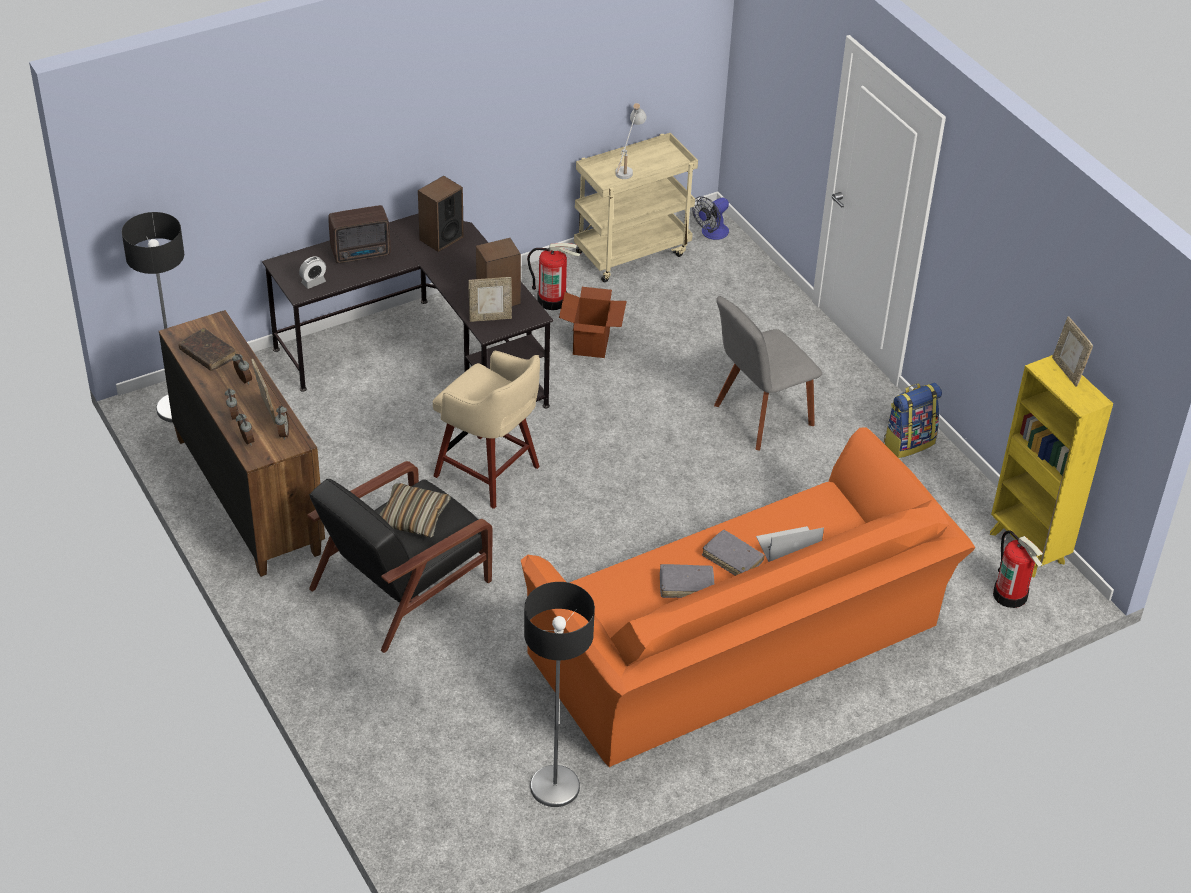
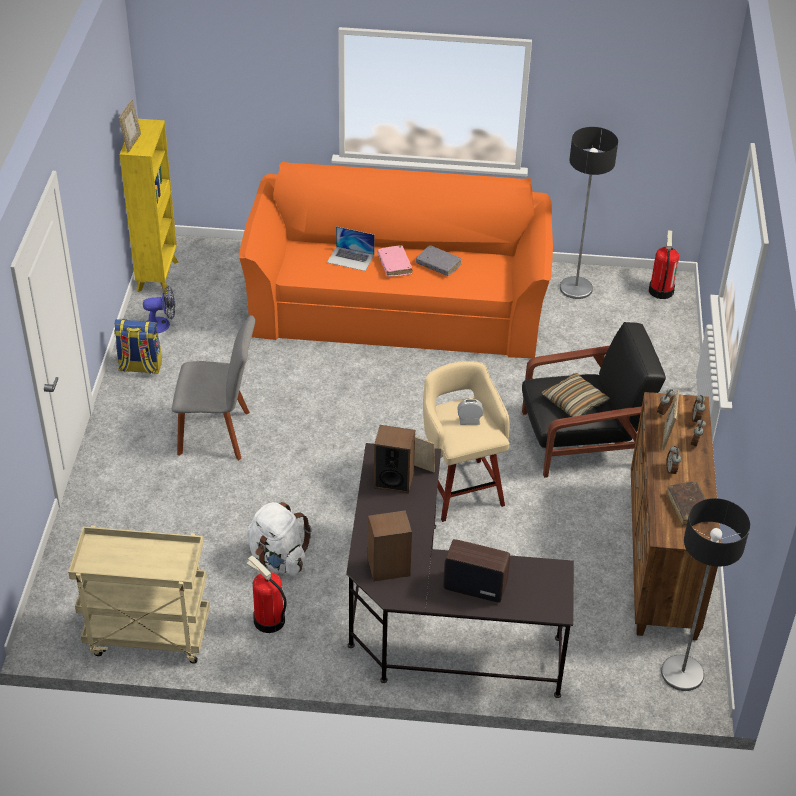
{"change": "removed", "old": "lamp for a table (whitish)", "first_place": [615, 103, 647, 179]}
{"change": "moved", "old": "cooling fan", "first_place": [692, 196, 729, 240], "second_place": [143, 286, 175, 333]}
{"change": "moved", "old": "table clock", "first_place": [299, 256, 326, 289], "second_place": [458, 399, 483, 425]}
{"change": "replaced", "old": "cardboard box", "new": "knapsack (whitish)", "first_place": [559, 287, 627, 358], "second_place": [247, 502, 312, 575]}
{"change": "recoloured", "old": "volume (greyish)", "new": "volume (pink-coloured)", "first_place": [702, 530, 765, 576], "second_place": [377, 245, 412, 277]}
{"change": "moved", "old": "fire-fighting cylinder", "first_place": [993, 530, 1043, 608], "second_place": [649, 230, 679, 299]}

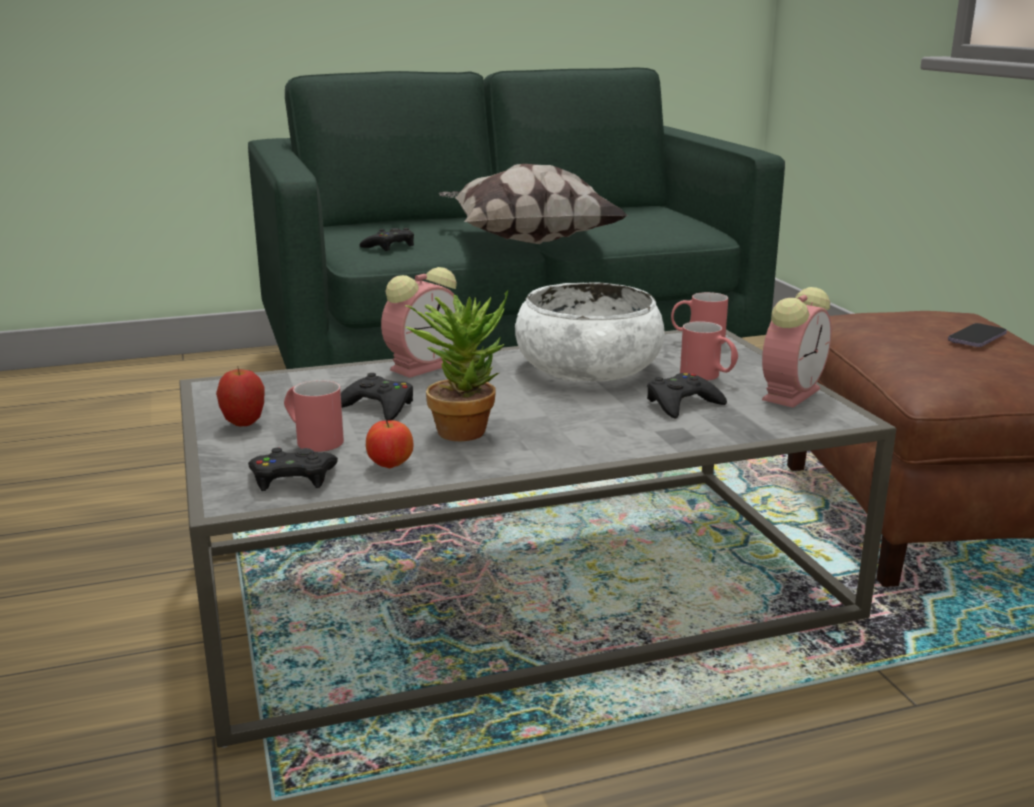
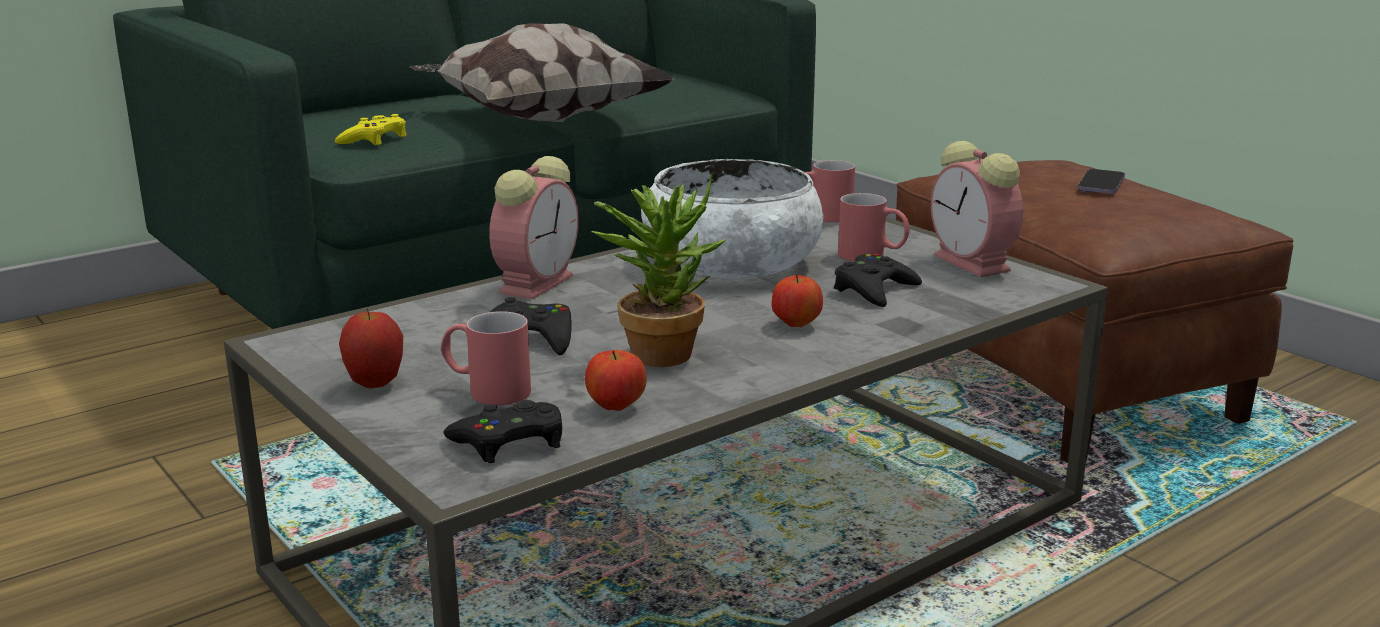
{"change": "recoloured", "old": "joypad (blackish)", "new": "joypad (yellow-coloured)", "first_place": [360, 228, 414, 251], "second_place": [335, 114, 407, 146]}
{"change": "turned", "old": "table clock", "first_place": [762, 287, 831, 408], "second_place": [931, 141, 1023, 277], "degrees": 135}
{"change": "added", "new": "apple fruit", "second_place": [772, 274, 823, 327]}

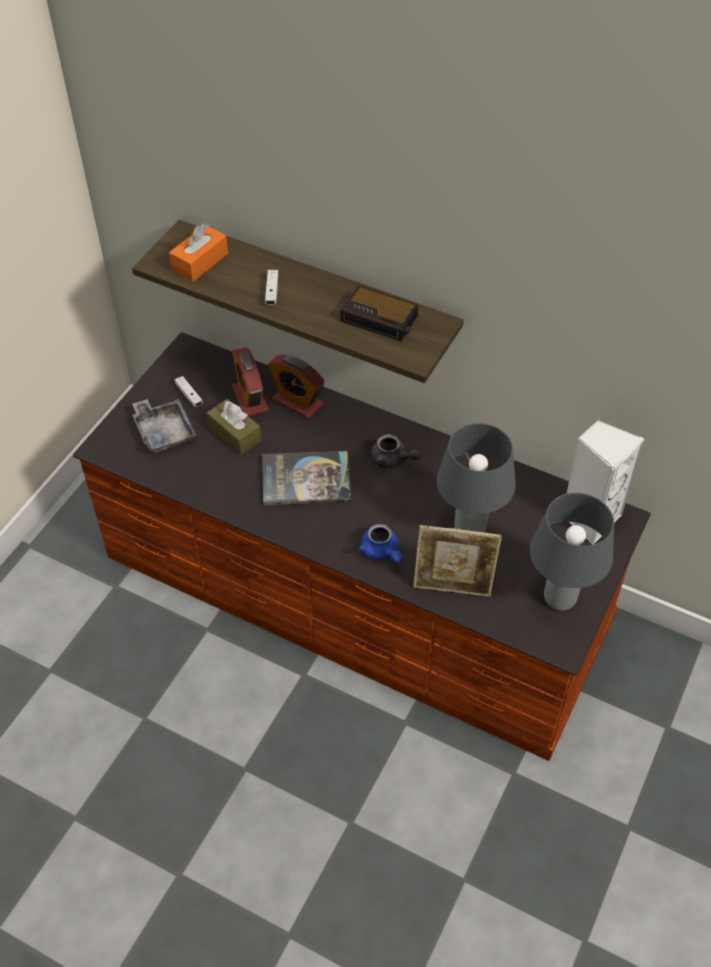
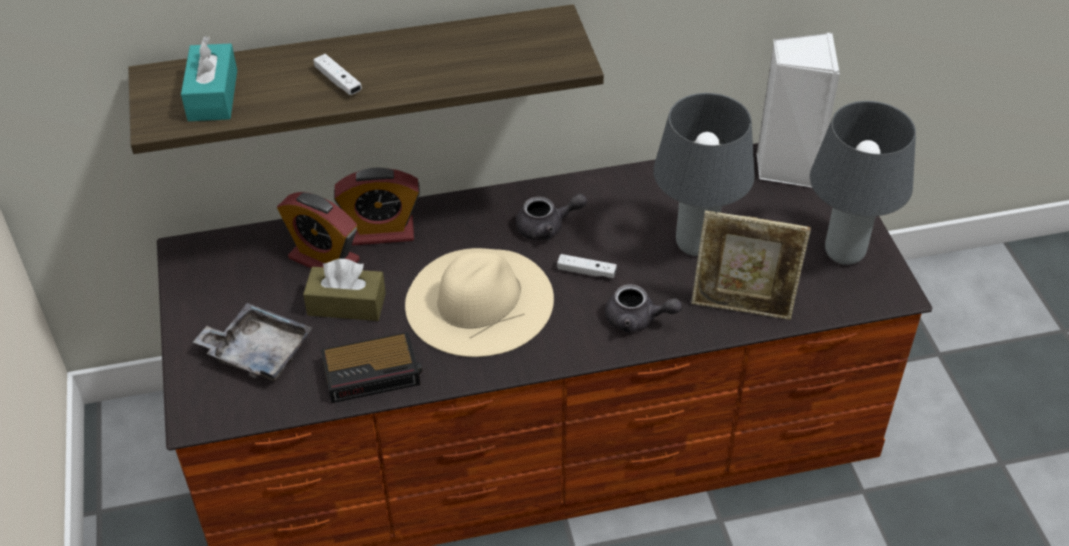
{"change": "recoloured", "old": "tissue box (orange)", "new": "tissue box (turquoise)", "first_place": [169, 223, 228, 282], "second_place": [181, 36, 237, 121]}
{"change": "moved", "old": "table clock", "first_place": [341, 286, 418, 341], "second_place": [321, 332, 423, 403]}
{"change": "moved", "old": "joypad (whitish)", "first_place": [175, 376, 203, 407], "second_place": [557, 254, 617, 278]}
{"change": "replaced", "old": "volume", "new": "hat (beige-coloured)", "first_place": [262, 451, 351, 505], "second_place": [405, 248, 554, 357]}
{"change": "recoloured", "old": "tea pot (bluish)", "new": "tea pot (greyish)", "first_place": [358, 524, 403, 563], "second_place": [605, 284, 682, 332]}
{"change": "turned", "old": "photo frame", "first_place": [413, 525, 502, 597], "second_place": [691, 210, 811, 320], "degrees": 45}

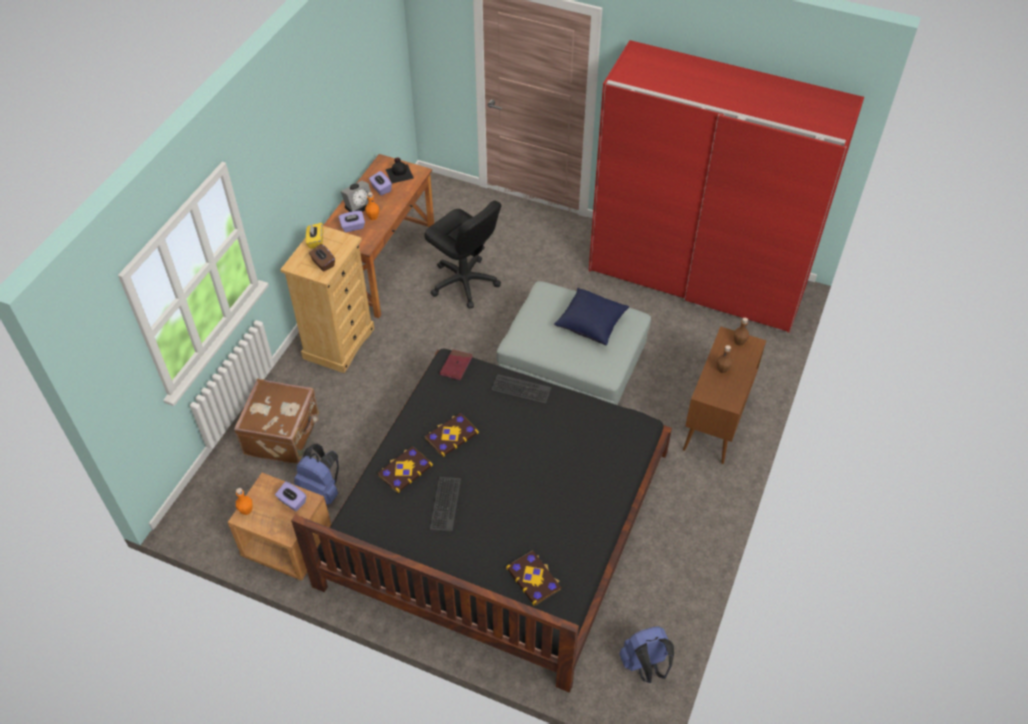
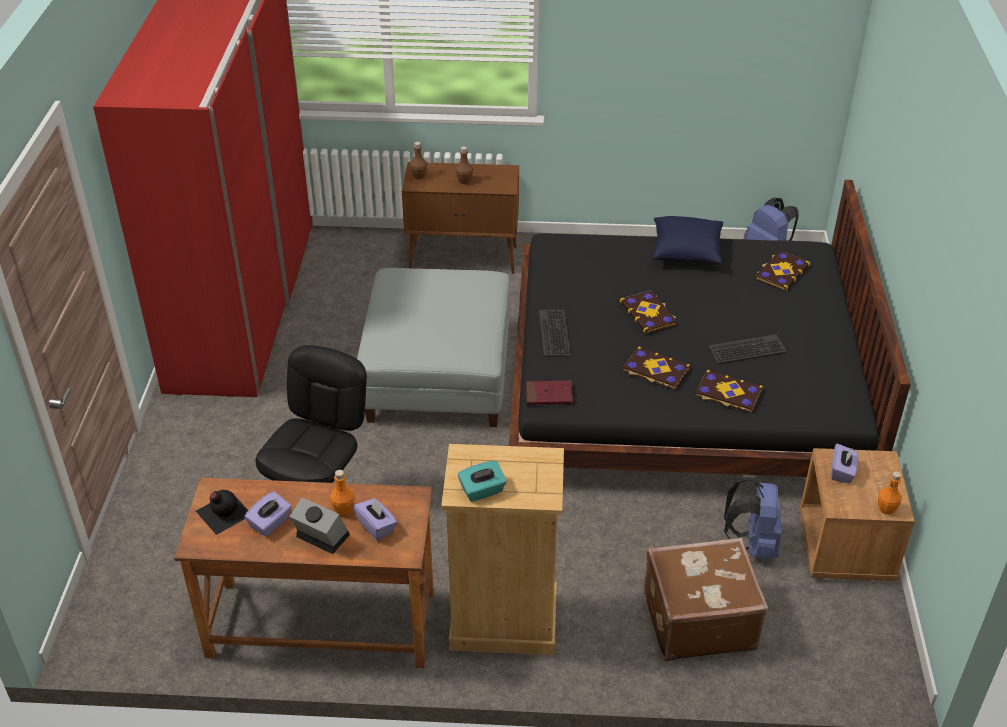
{"change": "recoloured", "old": "tissue box (yellow-coloured)", "new": "tissue box (turquoise)", "first_place": [306, 223, 323, 249], "second_place": [458, 461, 507, 502]}
{"change": "removed", "old": "tissue box (brown-coloured)", "first_place": [309, 244, 335, 272]}
{"change": "moved", "old": "throw pillow (bluish)", "first_place": [554, 288, 629, 345], "second_place": [651, 216, 723, 264]}
{"change": "added", "new": "volume", "second_place": [620, 291, 677, 334]}

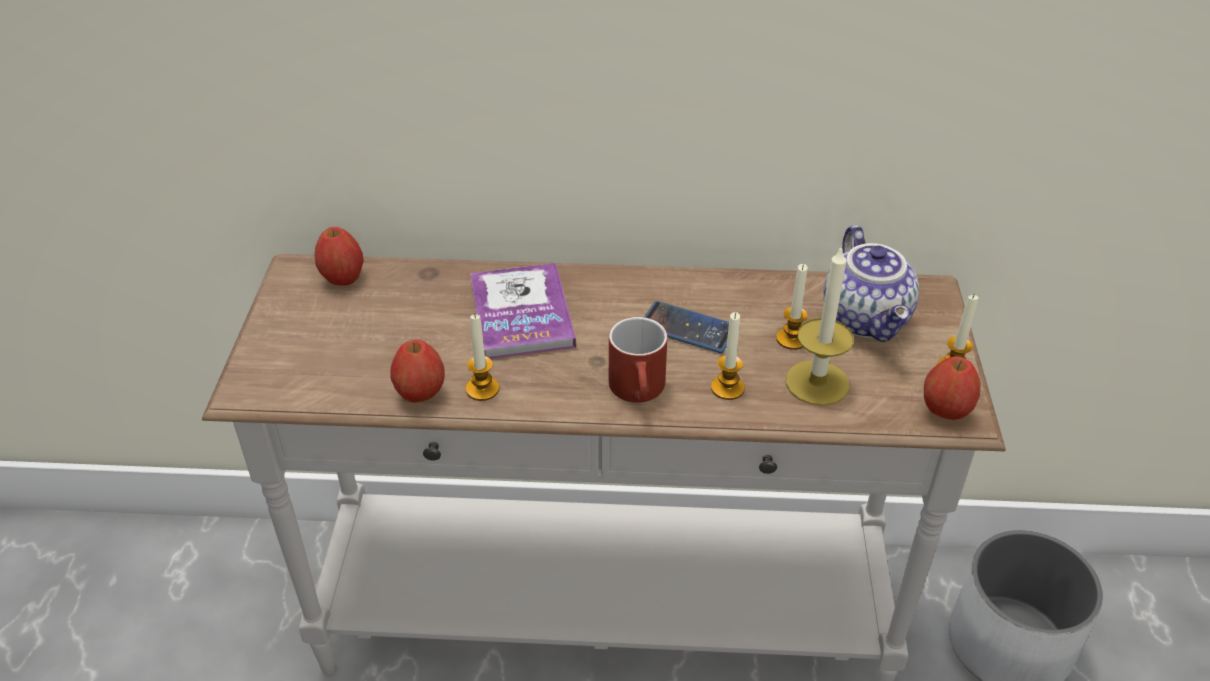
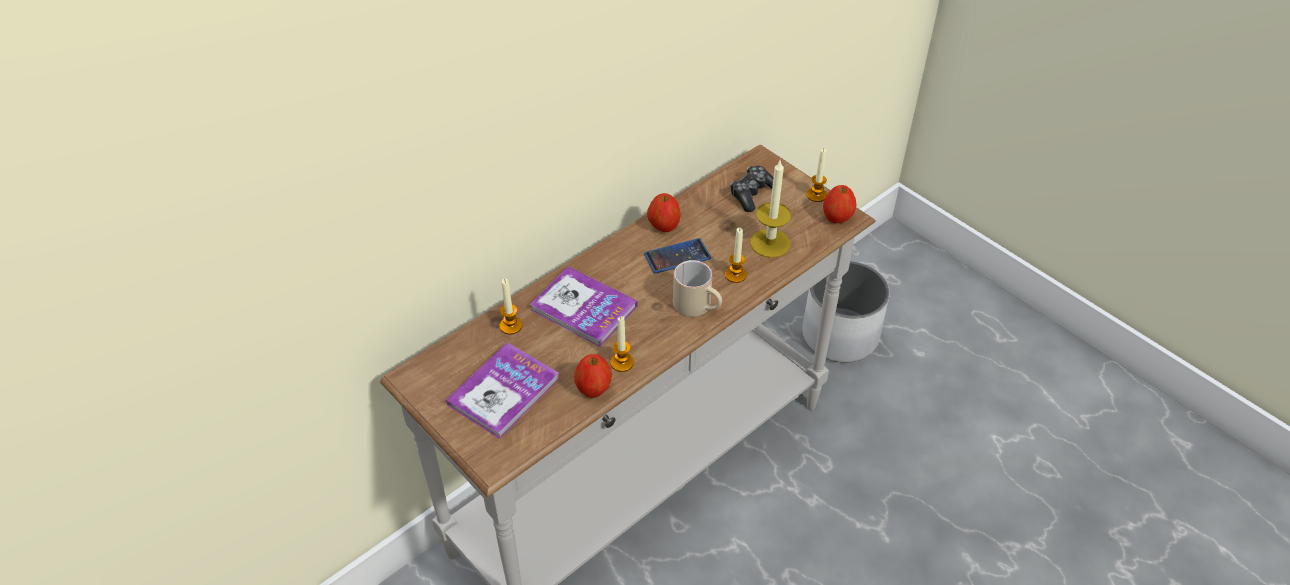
{"change": "replaced", "old": "tea pot", "new": "joypad", "first_place": [824, 225, 919, 342], "second_place": [730, 166, 774, 212]}
{"change": "moved", "old": "apple fruit", "first_place": [314, 227, 363, 286], "second_place": [647, 193, 681, 232]}
{"change": "moved", "old": "wax candle", "first_place": [776, 264, 808, 350], "second_place": [499, 279, 522, 335]}
{"change": "recoloured", "old": "mug (red)", "new": "mug (beige-coloured)", "first_place": [609, 317, 668, 403], "second_place": [673, 260, 722, 317]}
{"change": "added", "new": "volume", "second_place": [446, 342, 559, 439]}

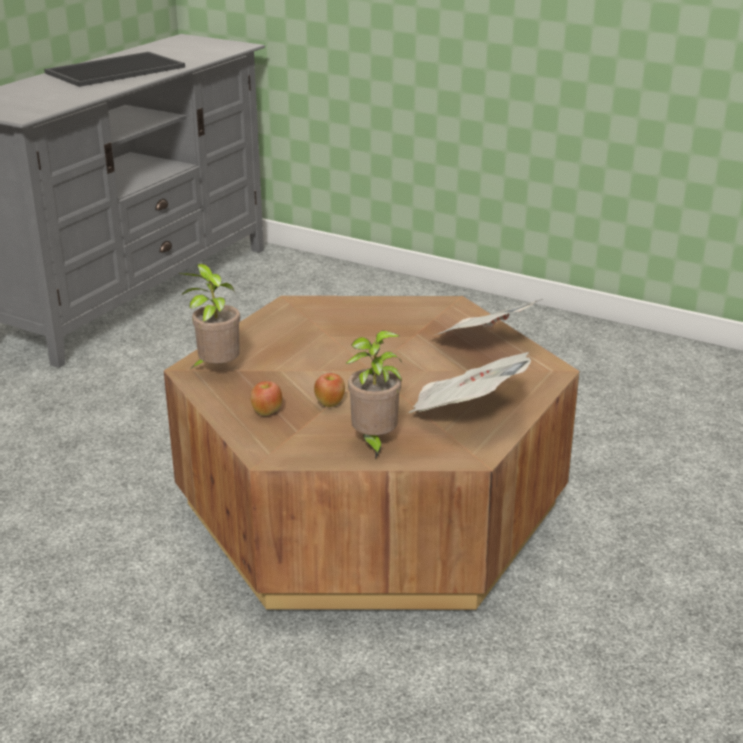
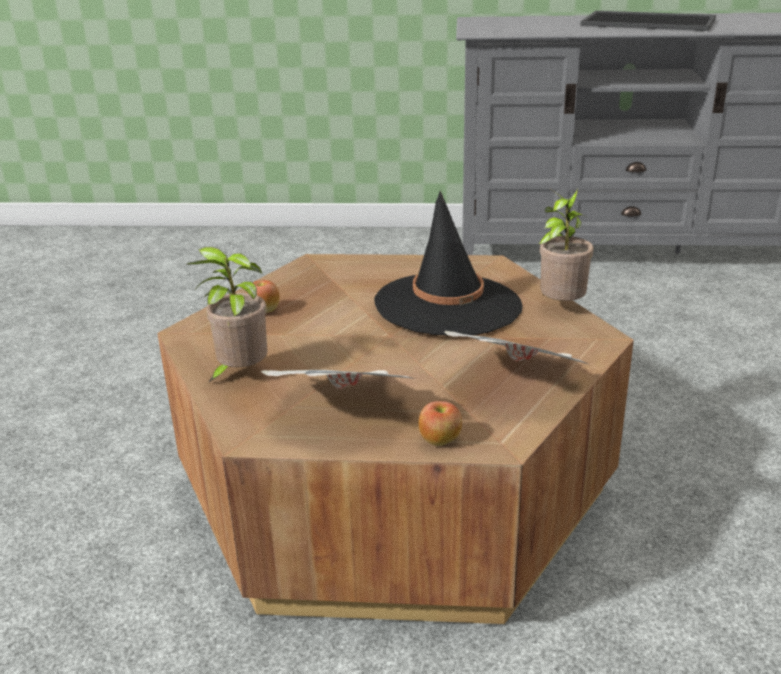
{"change": "moved", "old": "houseplant", "first_place": [178, 264, 240, 368], "second_place": [539, 189, 594, 301]}
{"change": "moved", "old": "apple fruit", "first_place": [314, 373, 345, 407], "second_place": [419, 401, 462, 446]}
{"change": "added", "new": "hat (blackish)", "second_place": [374, 191, 523, 336]}

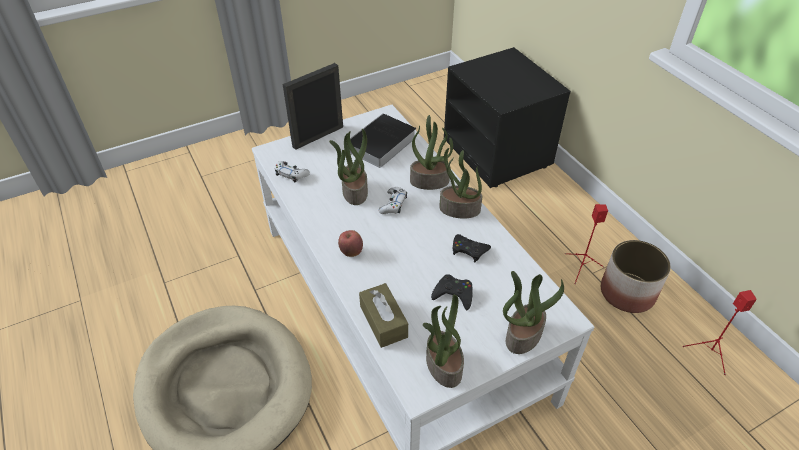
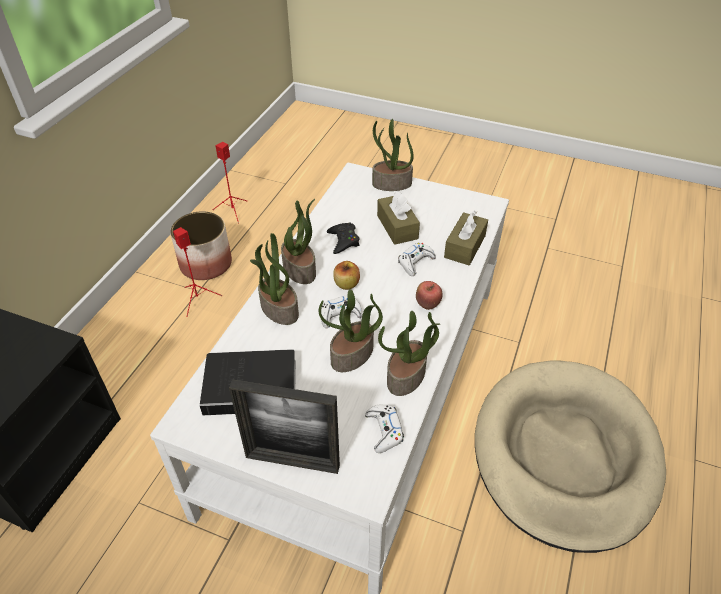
{"change": "replaced", "old": "joypad (blackish)", "new": "tissue box (brown-coloured)", "first_place": [431, 274, 473, 310], "second_place": [377, 191, 420, 245]}
{"change": "moved", "old": "houseplant", "first_place": [423, 295, 464, 388], "second_place": [378, 311, 440, 396]}
{"change": "added", "new": "joypad (whitish)", "second_place": [398, 243, 436, 276]}
{"change": "added", "new": "apple fruit", "second_place": [333, 261, 360, 290]}

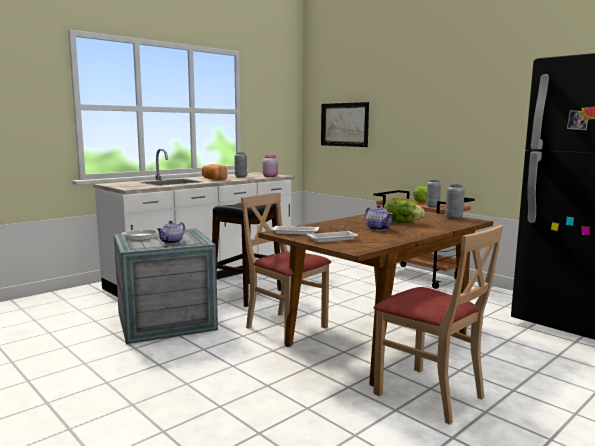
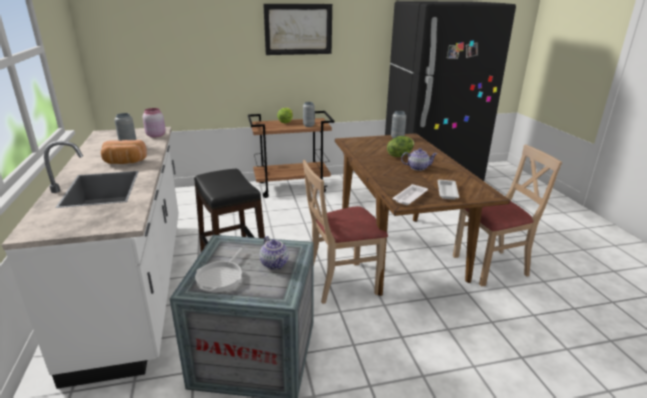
{"change": "moved", "old": "picture", "first_place": [321, 102, 369, 147], "second_place": [263, 4, 332, 55]}

